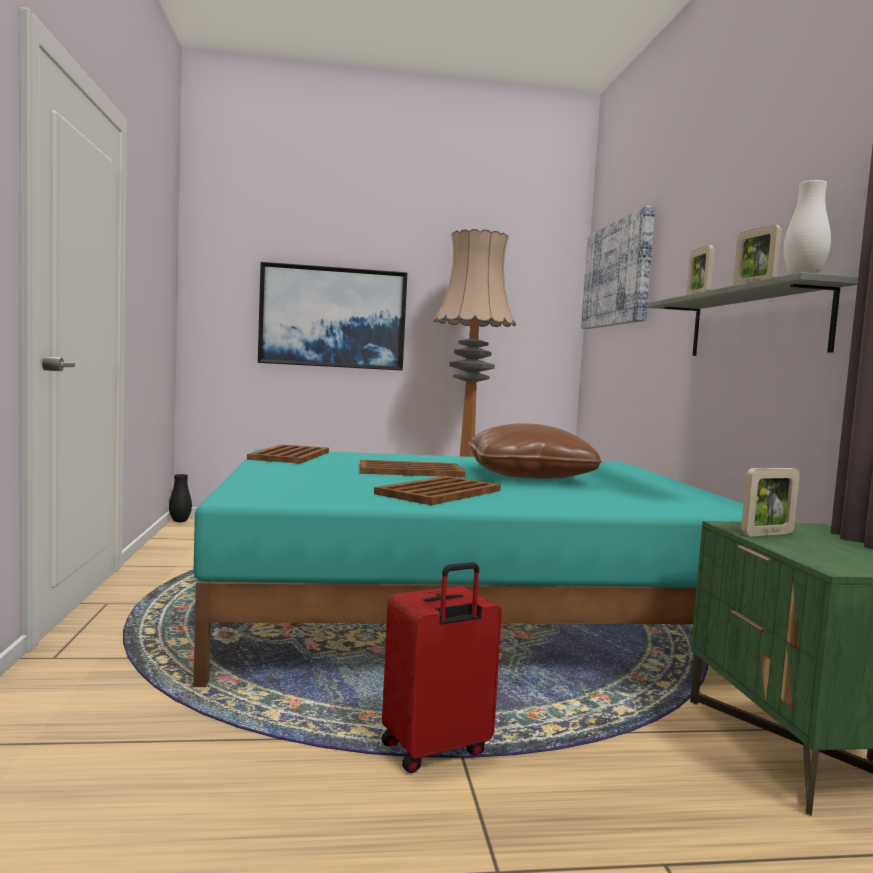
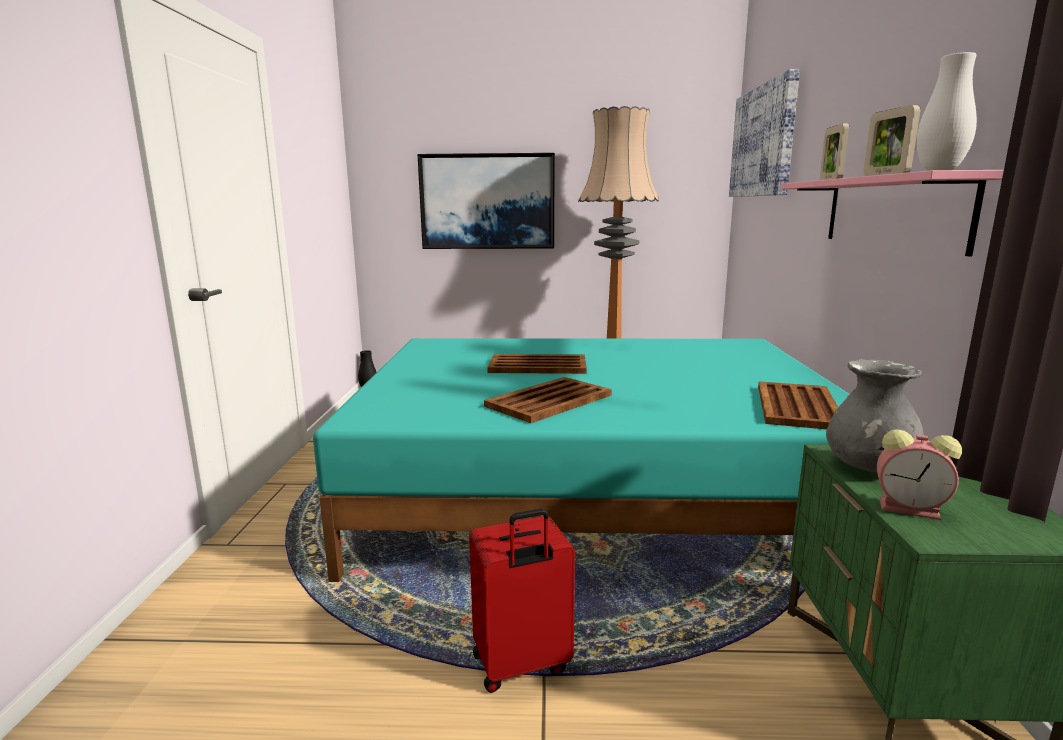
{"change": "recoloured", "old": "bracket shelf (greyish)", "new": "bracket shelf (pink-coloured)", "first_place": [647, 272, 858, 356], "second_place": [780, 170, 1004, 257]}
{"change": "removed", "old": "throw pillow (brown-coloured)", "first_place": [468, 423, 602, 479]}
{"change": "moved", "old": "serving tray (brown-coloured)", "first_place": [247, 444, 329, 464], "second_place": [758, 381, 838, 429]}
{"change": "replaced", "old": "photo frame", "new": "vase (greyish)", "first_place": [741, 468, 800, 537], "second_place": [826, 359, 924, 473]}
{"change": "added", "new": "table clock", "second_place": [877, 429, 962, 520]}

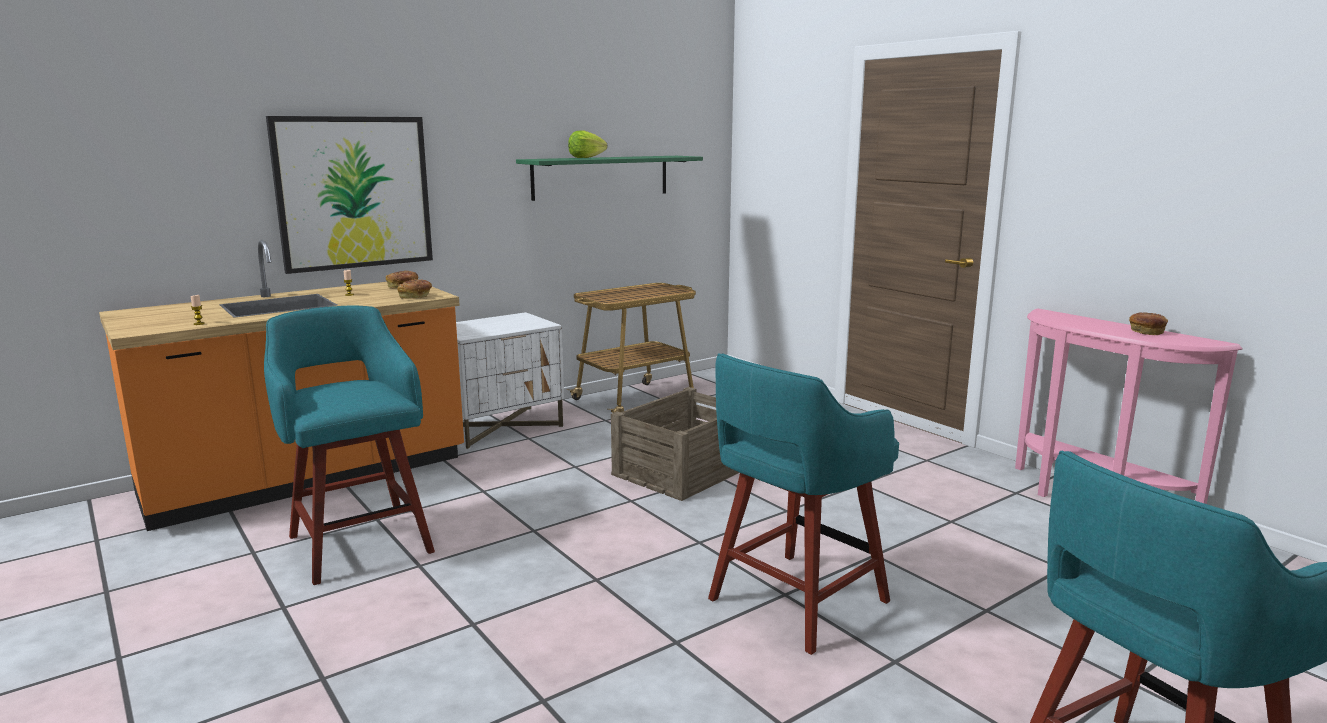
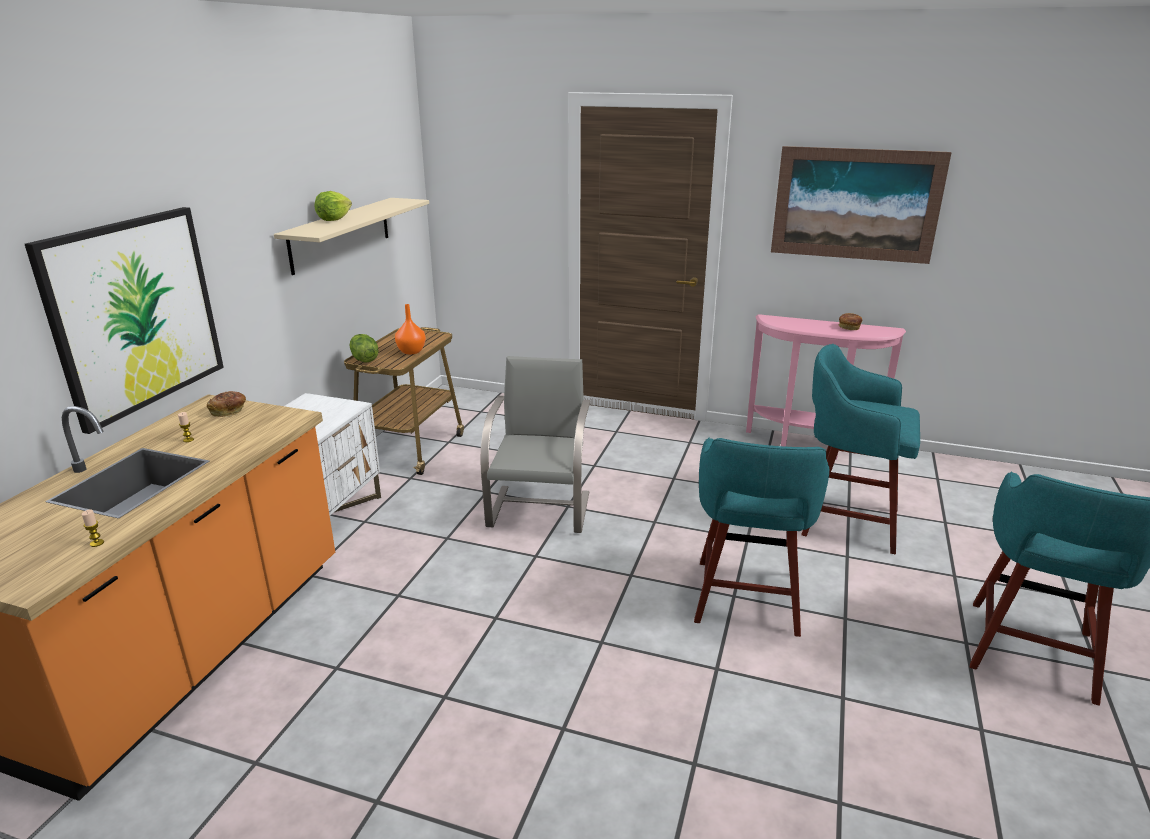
{"change": "recoloured", "old": "bracket shelf (green)", "new": "bracket shelf (beige-coloured)", "first_place": [516, 156, 703, 201], "second_place": [274, 198, 429, 275]}
{"change": "removed", "old": "bakery bread", "first_place": [397, 279, 432, 299]}
{"change": "moved", "old": "sitting stool (turquoise)", "first_place": [264, 306, 435, 585], "second_place": [801, 344, 920, 554]}
{"change": "replaced", "old": "shipping crate", "new": "upright chair (greyish)", "first_place": [611, 387, 740, 501], "second_place": [480, 356, 590, 533]}
{"change": "added", "new": "picture", "second_place": [771, 146, 952, 264]}
{"change": "added", "new": "vase (orange)", "second_place": [395, 304, 426, 355]}
{"change": "added", "new": "head of lettuce", "second_place": [350, 334, 378, 363]}

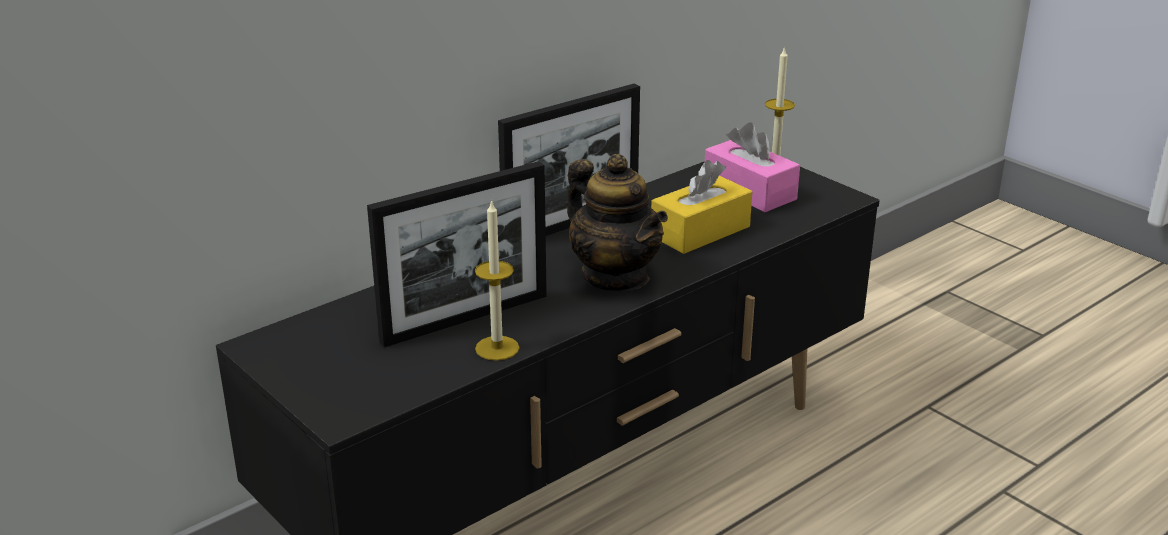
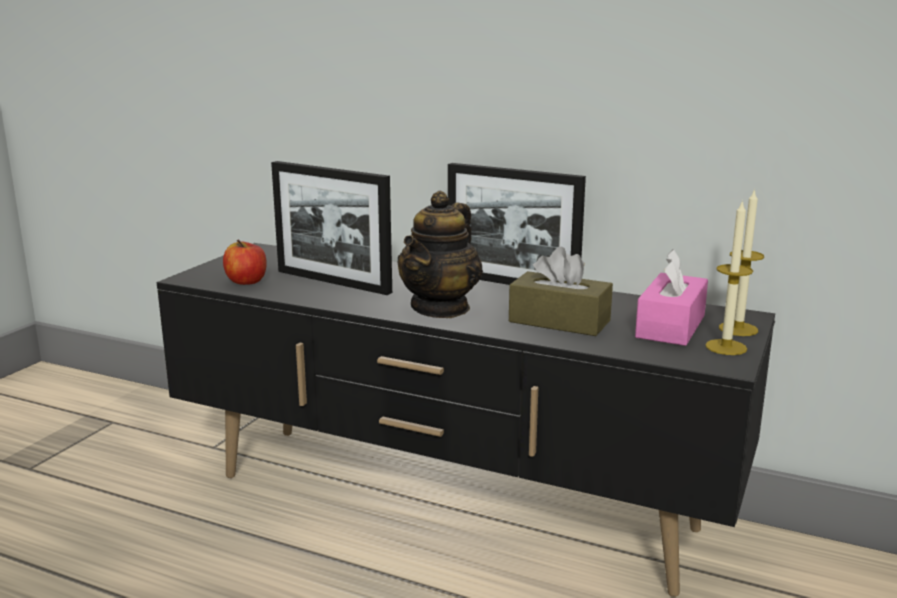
{"change": "recoloured", "old": "tissue box (yellow-coloured)", "new": "tissue box (brown-coloured)", "first_place": [651, 160, 752, 254], "second_place": [509, 246, 613, 336]}
{"change": "moved", "old": "wax candle", "first_place": [475, 199, 519, 361], "second_place": [705, 200, 753, 355]}
{"change": "added", "new": "apple fruit", "second_place": [223, 240, 267, 285]}

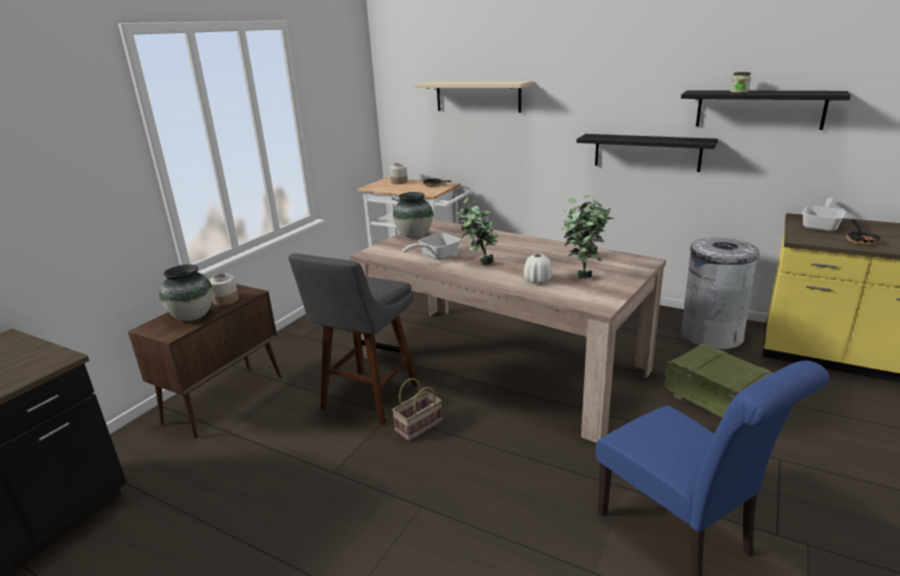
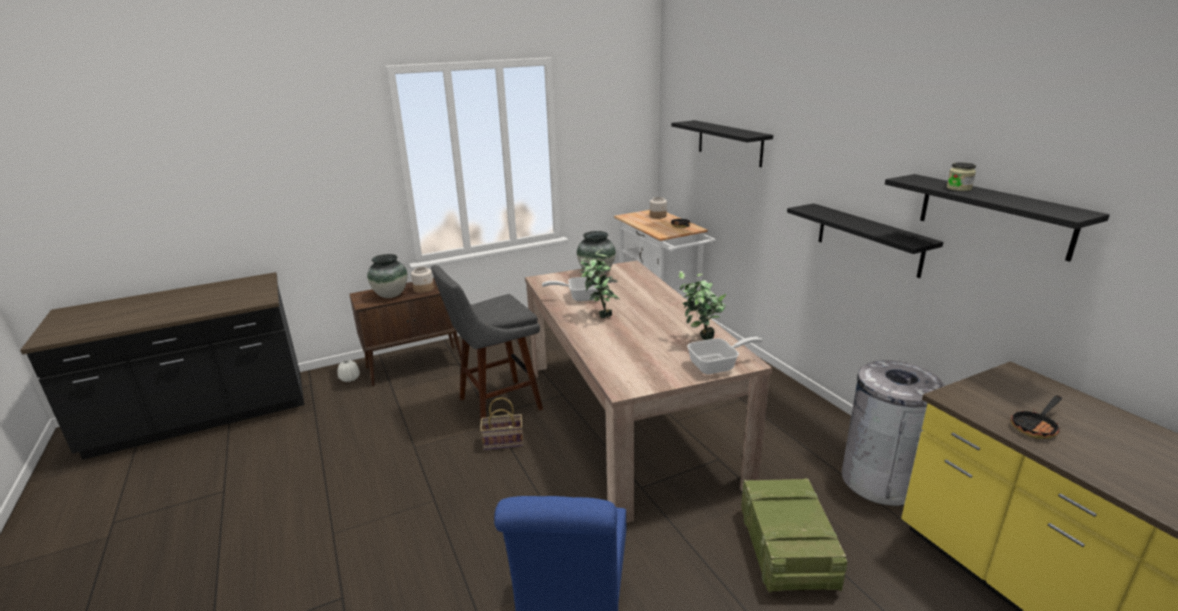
{"change": "recoloured", "old": "bracket shelf (beige-coloured)", "new": "bracket shelf (blackish)", "first_place": [414, 81, 532, 113], "second_place": [671, 120, 773, 167]}
{"change": "moved", "old": "skillet", "first_place": [802, 198, 846, 232], "second_place": [687, 337, 763, 374]}
{"change": "removed", "old": "houseplant", "first_place": [561, 204, 604, 279]}
{"change": "moved", "old": "vase (whitish)", "first_place": [524, 254, 552, 284], "second_place": [337, 360, 360, 382]}

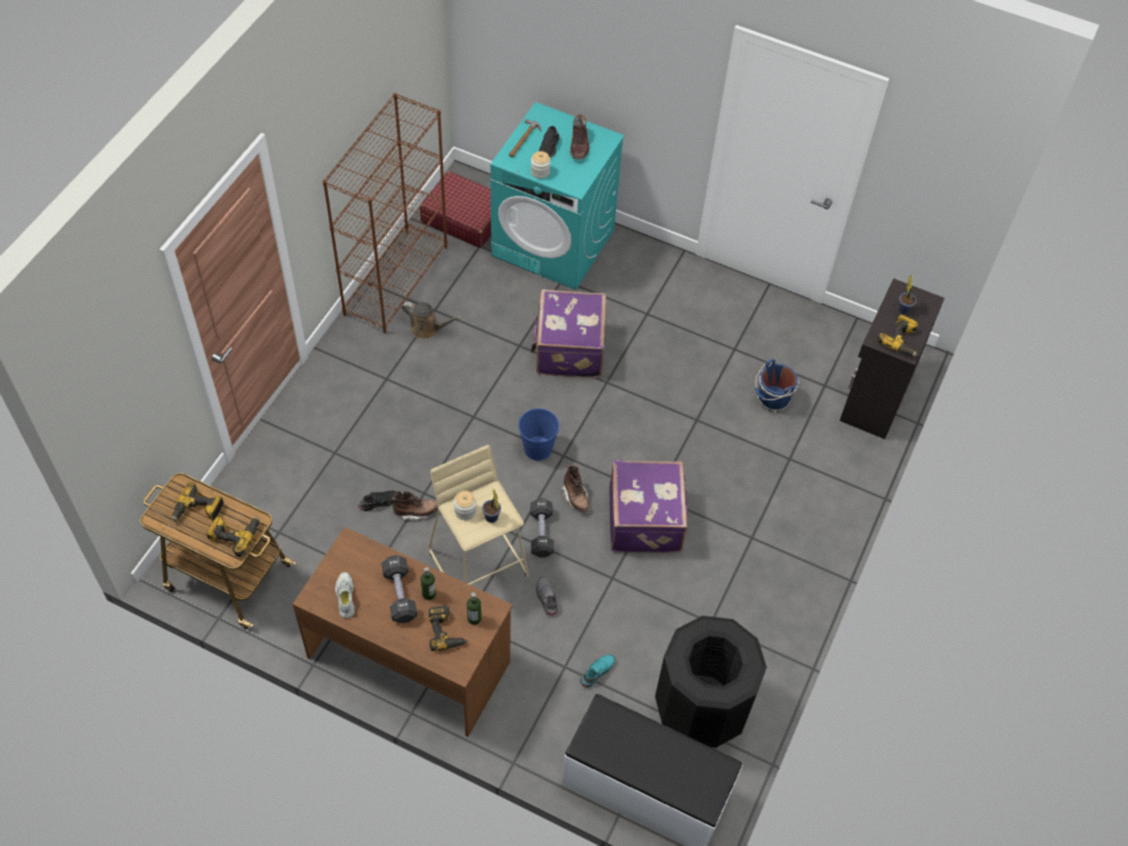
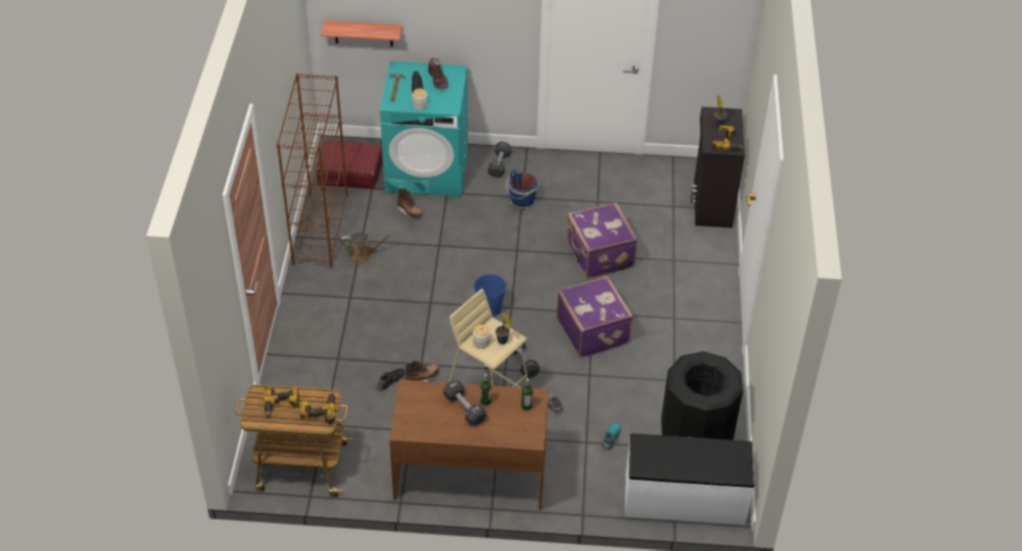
{"change": "moved", "old": "suitcase (purple-coloured)", "first_place": [531, 289, 606, 378], "second_place": [567, 202, 638, 278]}
{"change": "moved", "old": "bucket (bluish)", "first_place": [755, 359, 799, 412], "second_place": [506, 170, 538, 210]}
{"change": "moved", "old": "high-top boot (brown-coloured)", "first_place": [562, 464, 589, 512], "second_place": [397, 188, 423, 217]}
{"change": "removed", "old": "shoe (whitish)", "first_place": [335, 572, 355, 618]}
{"change": "removed", "old": "power drill", "first_place": [429, 606, 468, 651]}
{"change": "added", "new": "bracket shelf", "second_place": [320, 20, 402, 47]}
{"change": "added", "new": "dumbbell (blackish)", "second_place": [488, 141, 511, 178]}

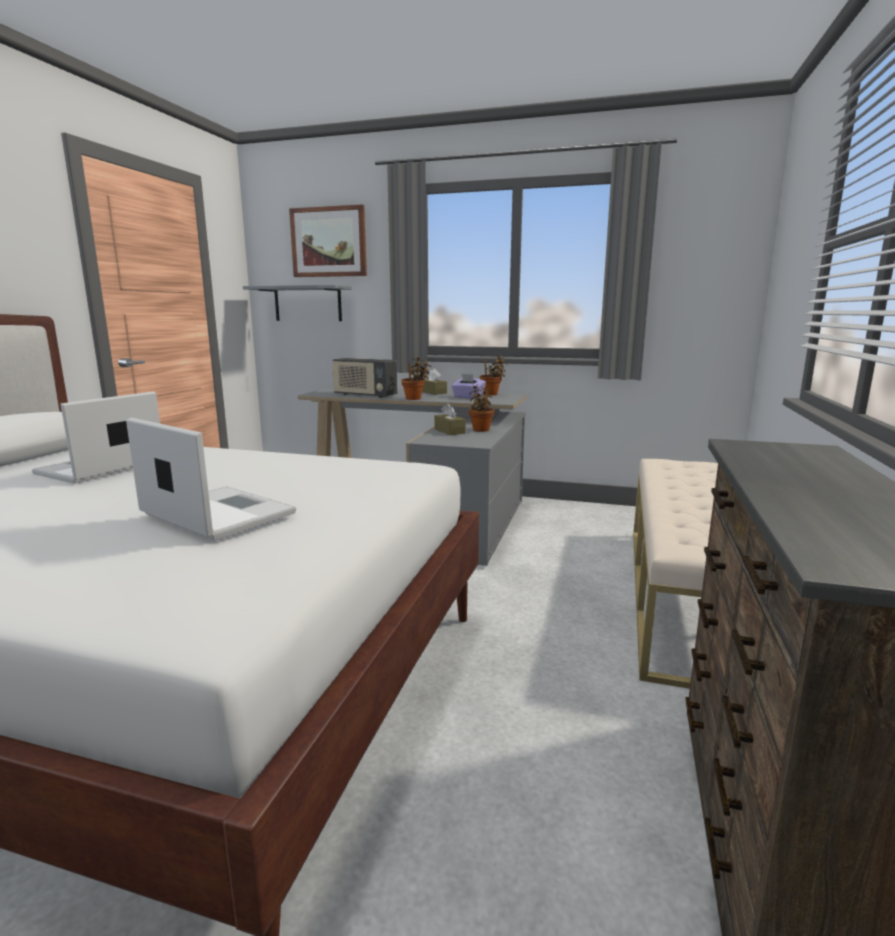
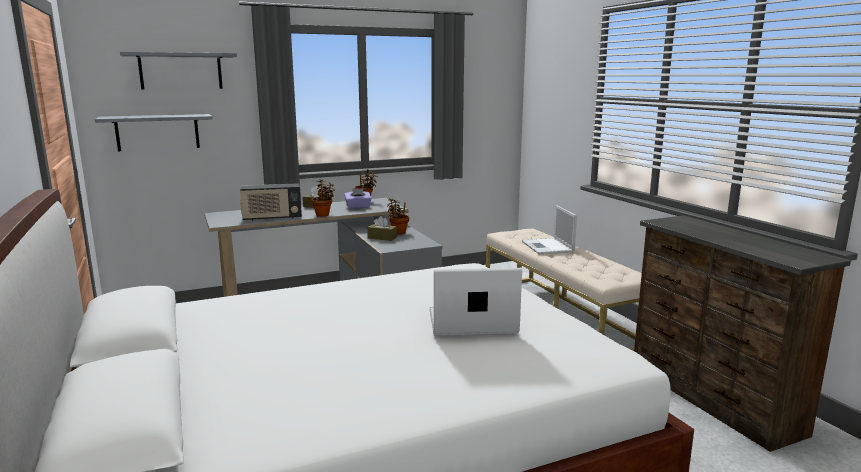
{"change": "replaced", "old": "picture", "new": "bracket shelf (greyish)", "first_place": [289, 205, 367, 277], "second_place": [120, 52, 237, 90]}
{"change": "moved", "old": "notebook computer", "first_place": [32, 392, 160, 484], "second_place": [522, 205, 577, 255]}

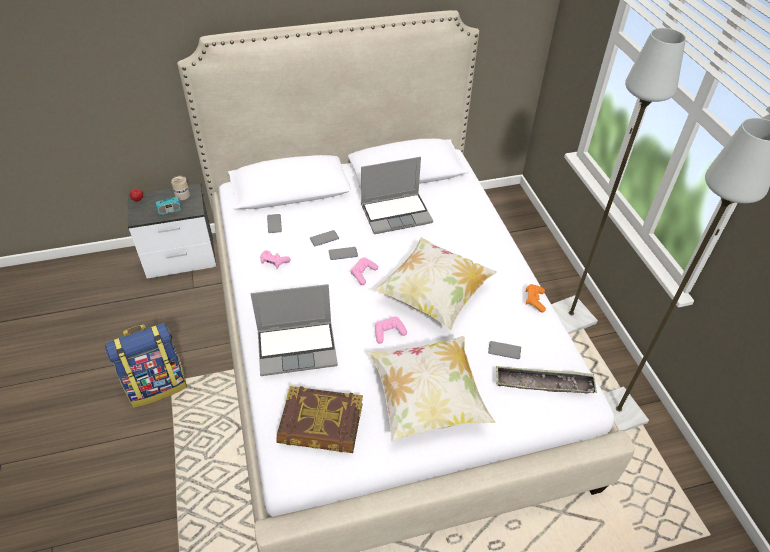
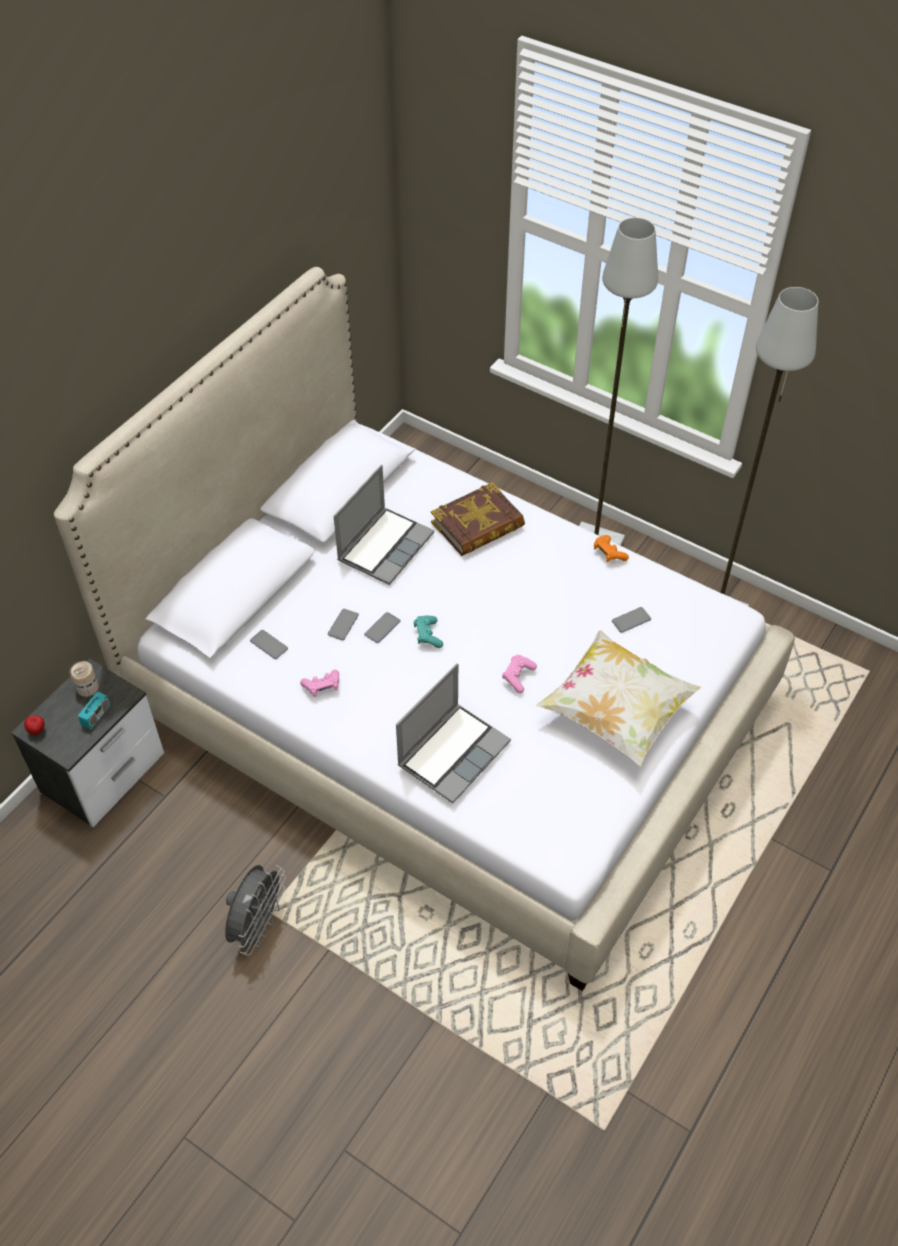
{"change": "removed", "old": "throw pillow", "first_place": [373, 237, 497, 330]}
{"change": "recoloured", "old": "joypad (pink-coloured)", "new": "joypad (turquoise)", "first_place": [350, 257, 378, 285], "second_place": [414, 616, 443, 648]}
{"change": "replaced", "old": "knapsack", "new": "cooling fan (greyish)", "first_place": [105, 323, 187, 408], "second_place": [225, 865, 286, 956]}
{"change": "removed", "old": "serving tray", "first_place": [496, 366, 597, 393]}
{"change": "moved", "old": "volume", "first_place": [276, 386, 363, 453], "second_place": [431, 482, 525, 556]}

